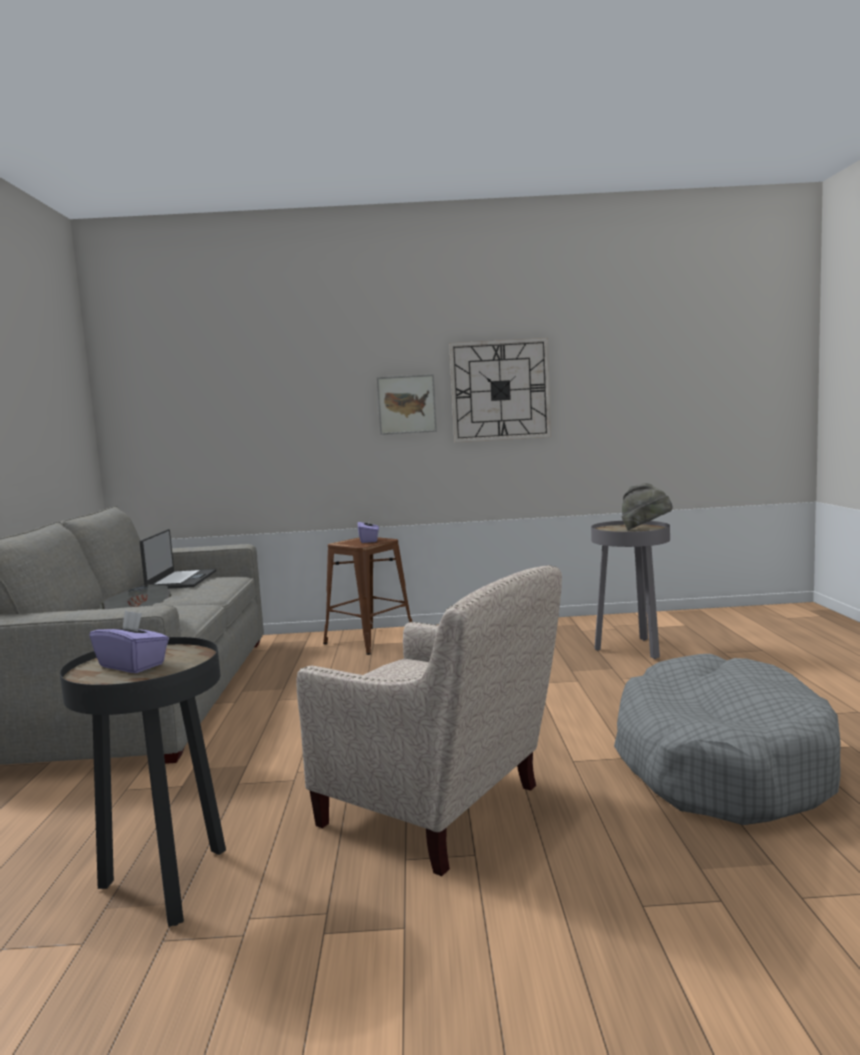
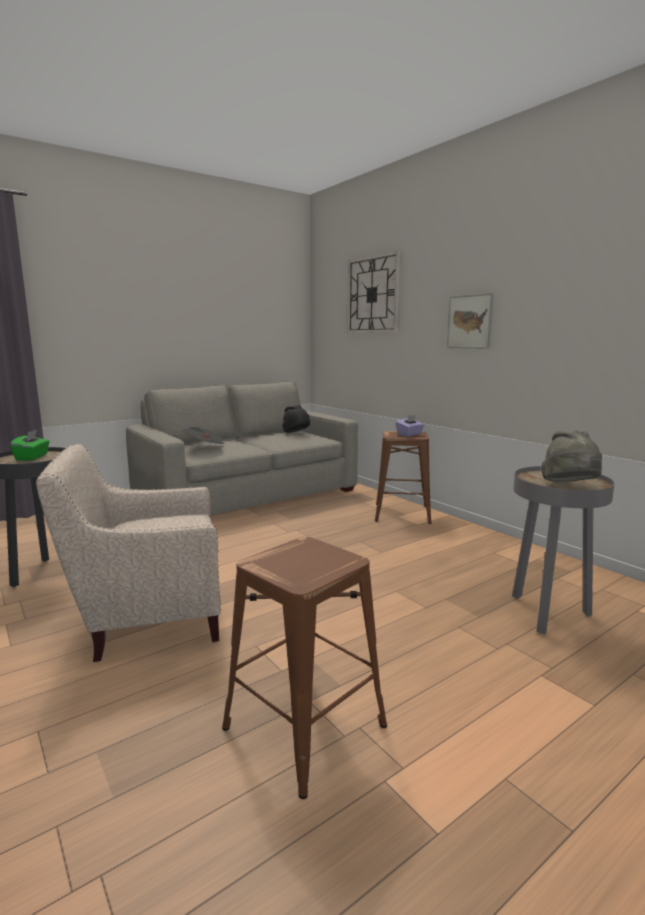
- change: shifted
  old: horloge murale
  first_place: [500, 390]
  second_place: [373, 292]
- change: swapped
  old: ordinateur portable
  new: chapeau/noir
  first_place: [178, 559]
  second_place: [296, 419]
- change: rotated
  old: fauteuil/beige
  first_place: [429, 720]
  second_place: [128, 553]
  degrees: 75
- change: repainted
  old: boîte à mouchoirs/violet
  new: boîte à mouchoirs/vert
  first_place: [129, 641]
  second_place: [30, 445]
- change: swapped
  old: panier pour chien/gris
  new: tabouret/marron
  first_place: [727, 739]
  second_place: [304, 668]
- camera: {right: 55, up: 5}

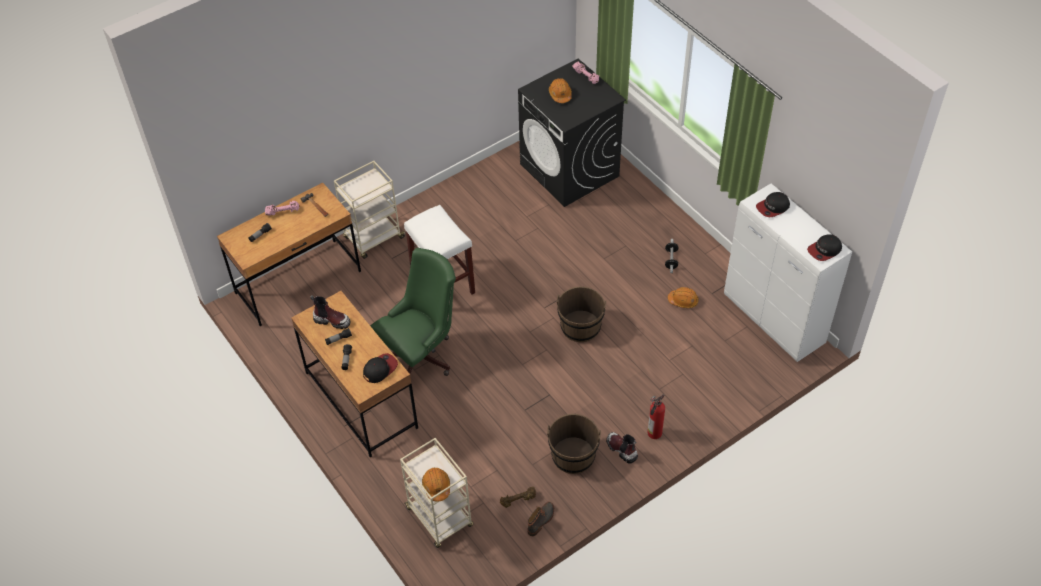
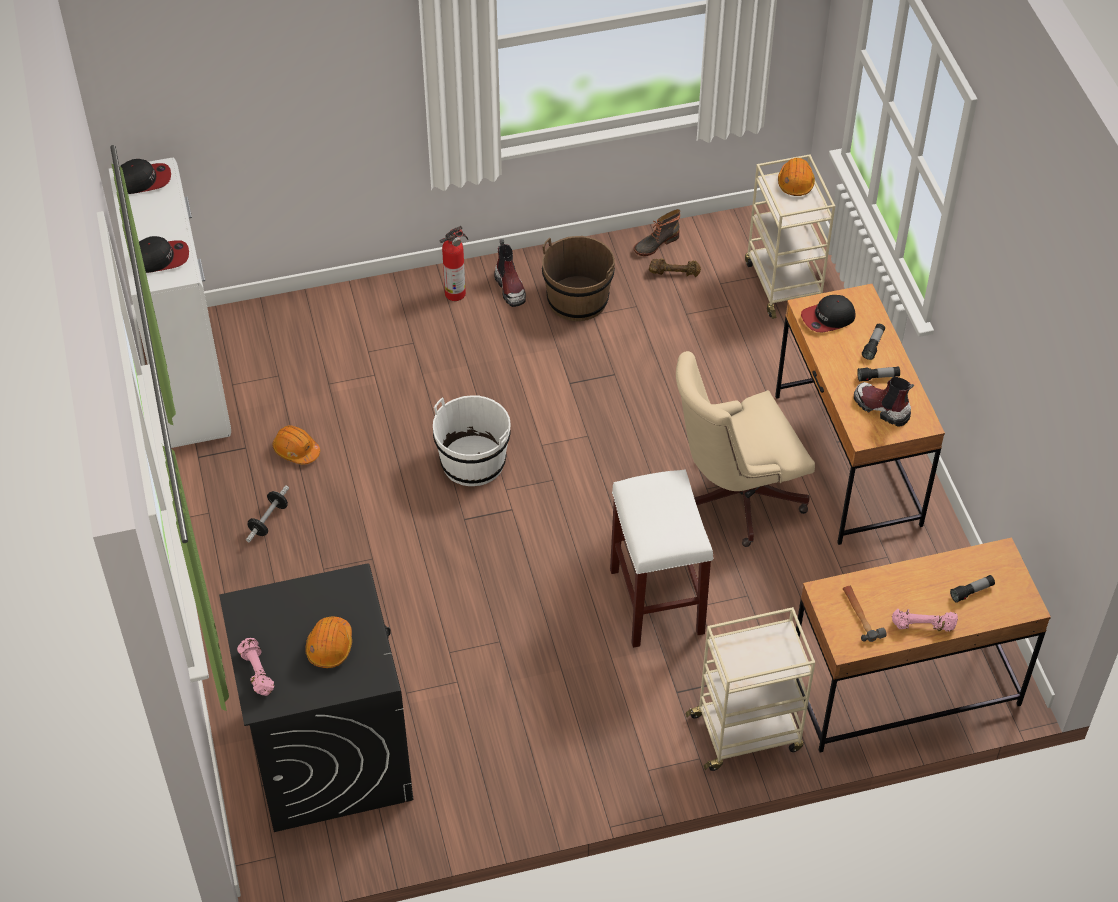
- change: repainted
  old: chaise de bureau/vert
  new: chaise de bureau/beige
  first_place: [413, 318]
  second_place: [745, 449]
- change: repainted
  old: seau/marron
  new: seau/blanc
  first_place: [581, 314]
  second_place: [472, 441]
- camera: {right: -160, up: 0}

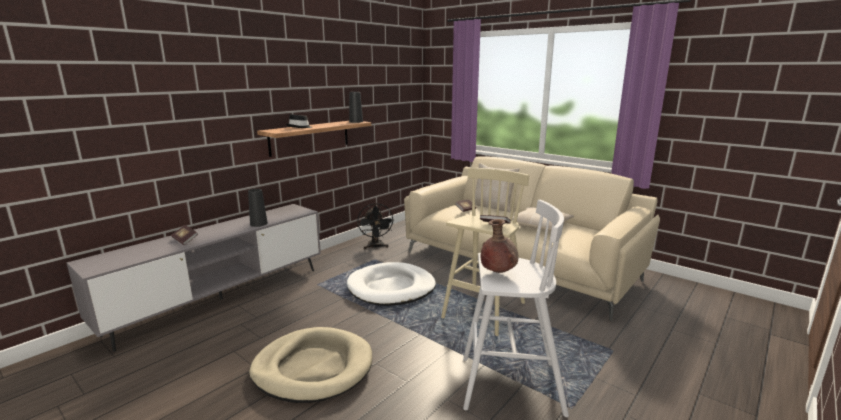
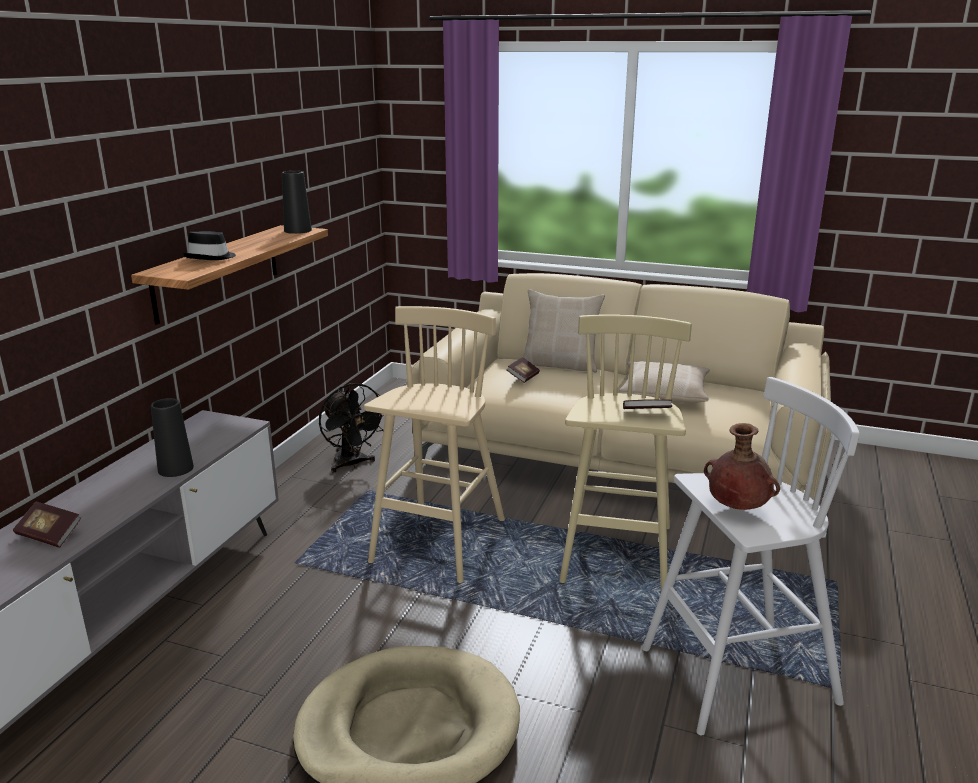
- change: swapped
  old: panier pour chien/blanc
  new: tabouret/beige
  first_place: [391, 284]
  second_place: [434, 444]
- camera: {right: -20, up: 5}

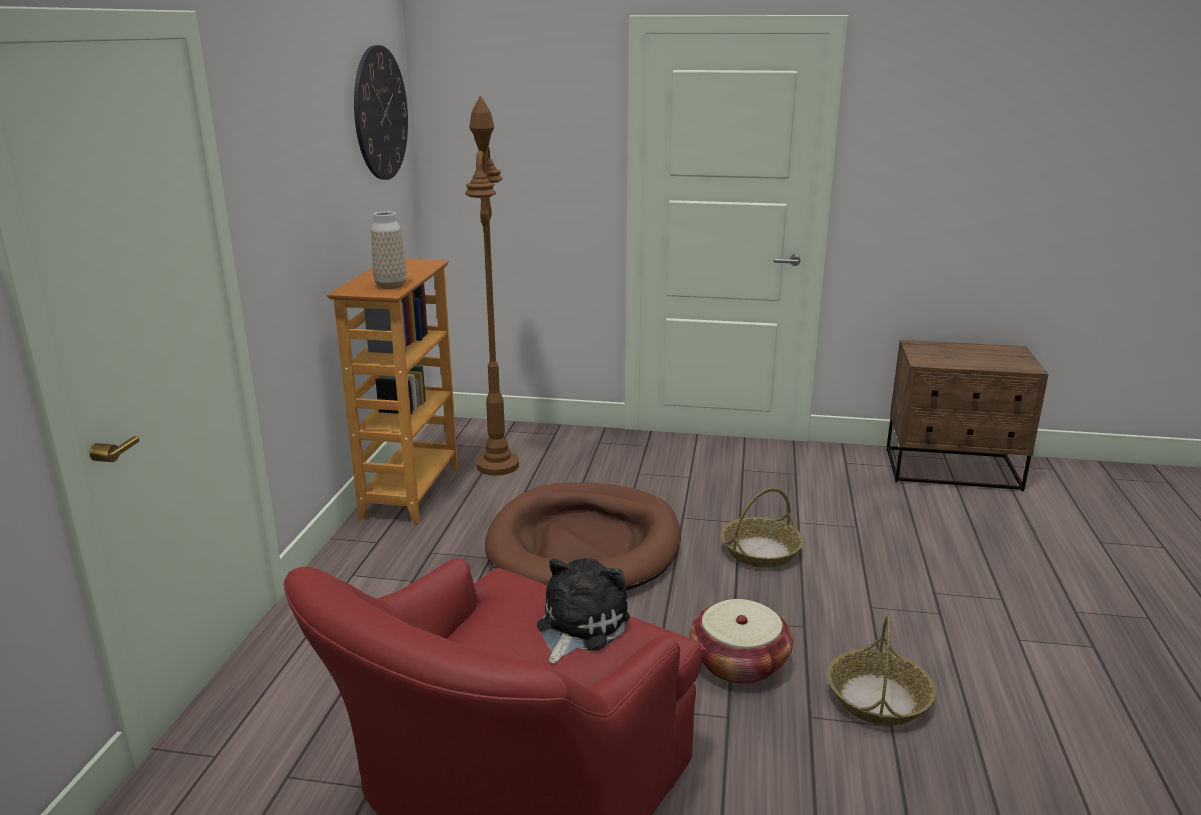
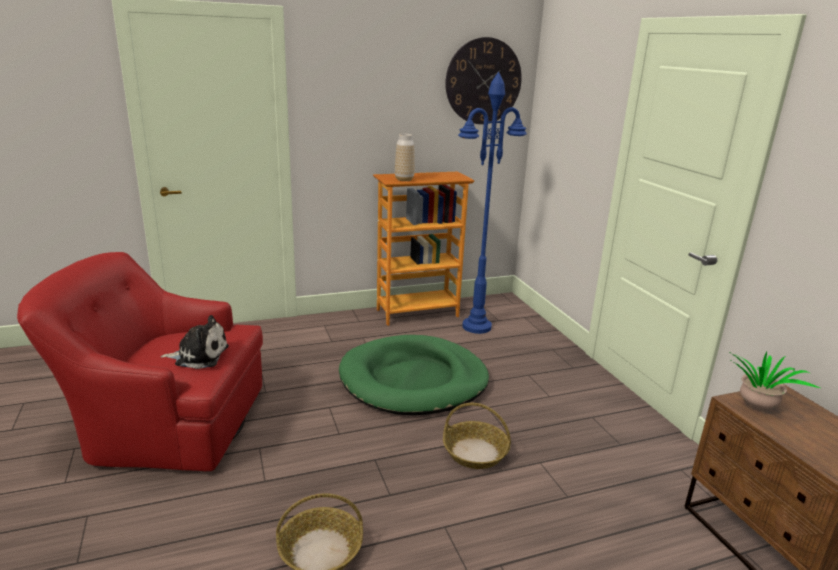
- change: repainted
  old: lampadaire/marron
  new: lampadaire/bleu
  first_place: [492, 285]
  second_place: [492, 203]
- change: repainted
  old: panier pour chien/marron
  new: panier pour chien/vert
  first_place: [583, 537]
  second_place: [414, 375]
- change: gone
  old: panier
  first_place: [741, 641]
- change: new
  new: plante en pot
  second_place: [775, 380]
- camera: {right: 60, up: 0}

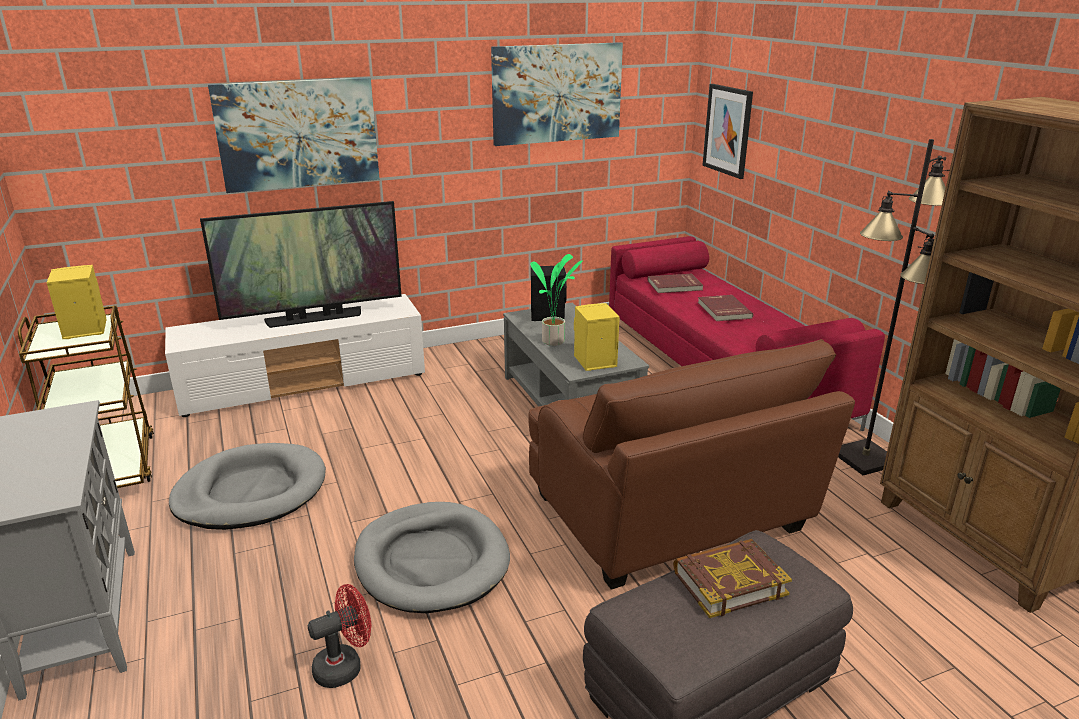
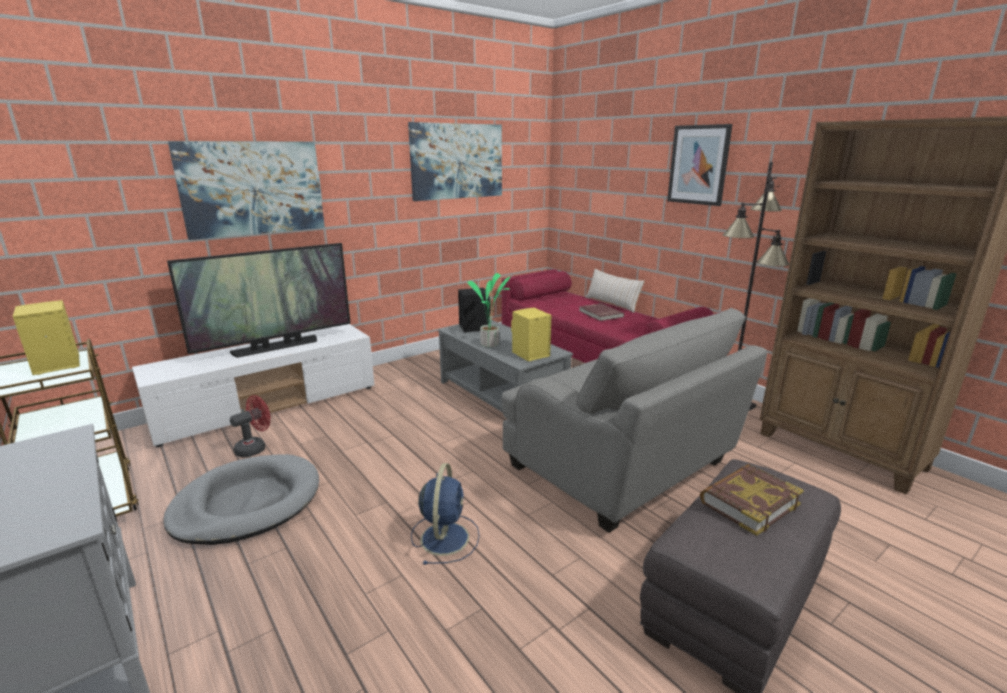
- change: shifted
  old: tableau
  first_place: [727, 131]
  second_place: [700, 165]
- change: gone
  old: livre/rouge
  first_place: [675, 283]
- change: repainted
  old: fauteuil/marron
  new: fauteuil/gris
  first_place: [691, 464]
  second_place: [634, 420]
- change: swapped
  old: panier pour chien/gris
  new: ventilateur/bleu
  first_place: [432, 557]
  second_place: [445, 514]
- change: shifted
  old: ventilateur/rouge
  first_place: [339, 636]
  second_place: [250, 426]
- change: new
  new: coussin/beige
  second_place: [615, 291]
- camera: {right: -15, up: -5}

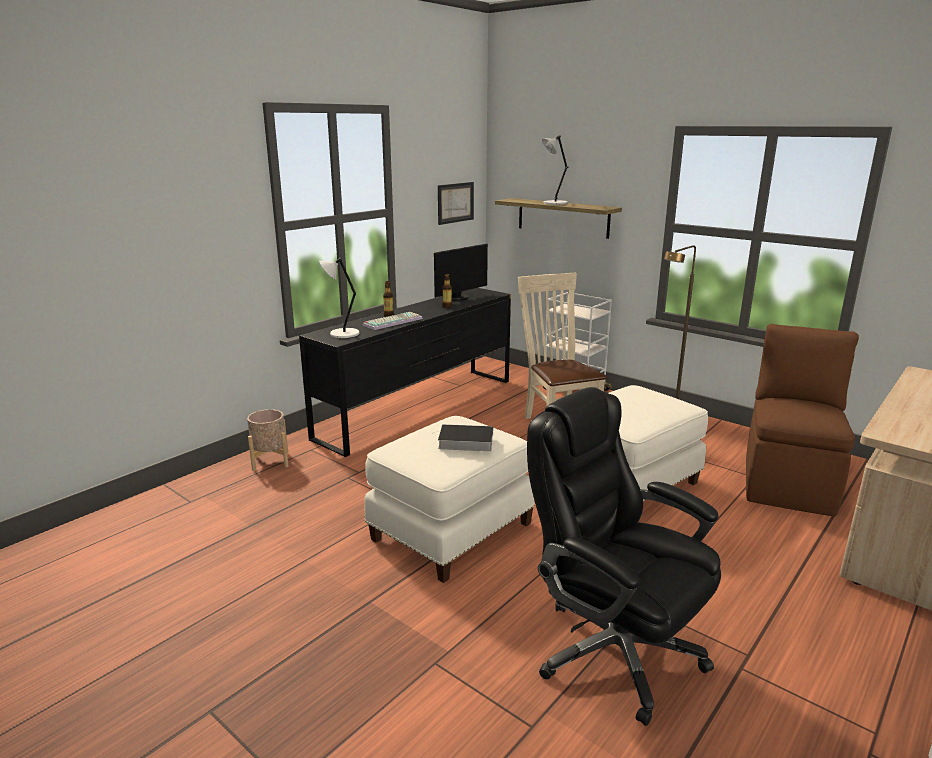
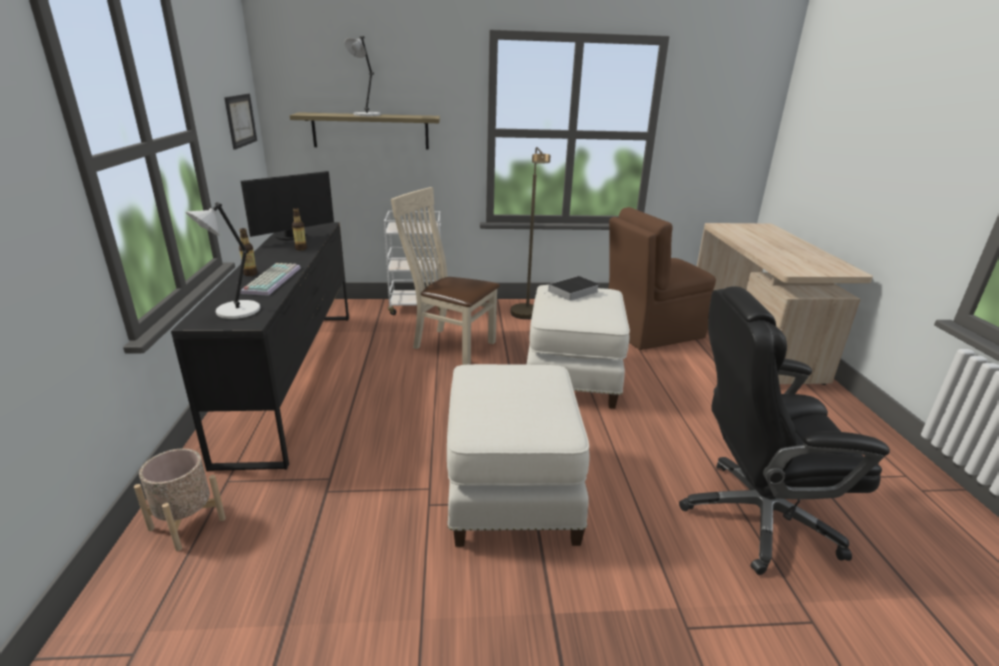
- change: rotated
  old: écran d'ordinateur
  first_place: [461, 272]
  second_place: [287, 205]
  degrees: 45
- change: rotated
  old: chaise/marron
  first_place: [802, 420]
  second_place: [662, 278]
  degrees: -90
- change: shifted
  old: livre
  first_place: [462, 437]
  second_place: [573, 288]
- camera: {right: -45, up: 5}

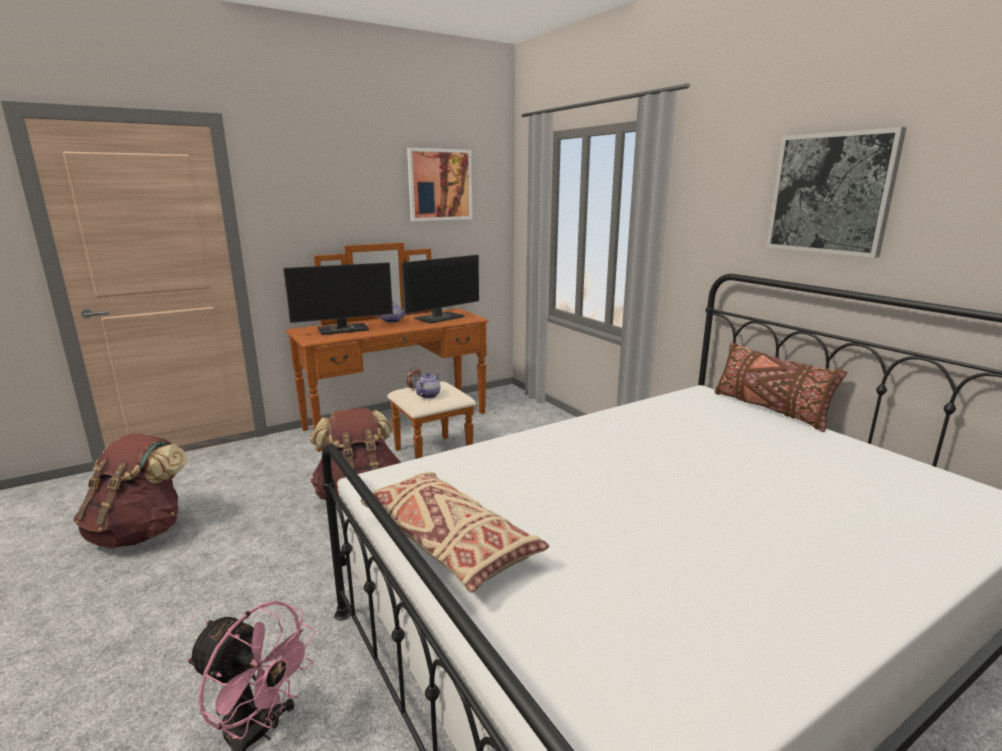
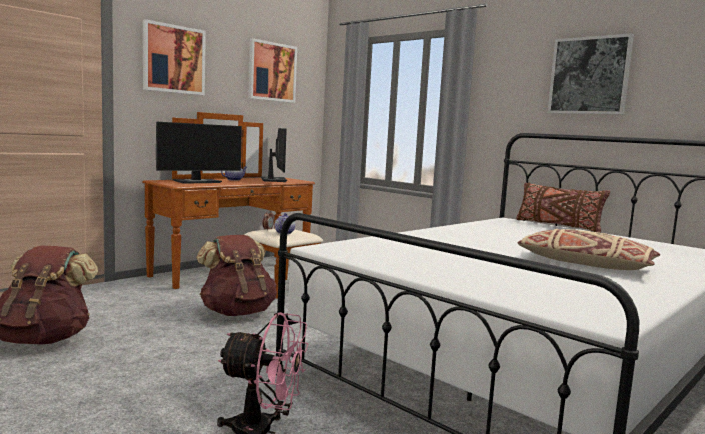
- change: rotated
  old: écran d'ordinateur
  first_place: [440, 289]
  second_place: [274, 155]
  degrees: -45
- change: shifted
  old: coussin/beige
  first_place: [455, 532]
  second_place: [588, 249]
- change: new
  new: tableau
  second_place: [174, 57]
- camera: {right: -15, up: -10}

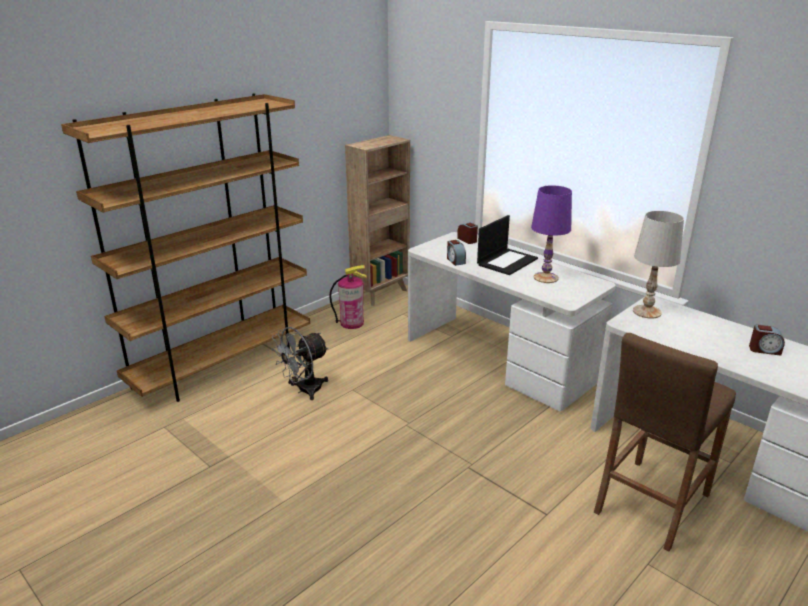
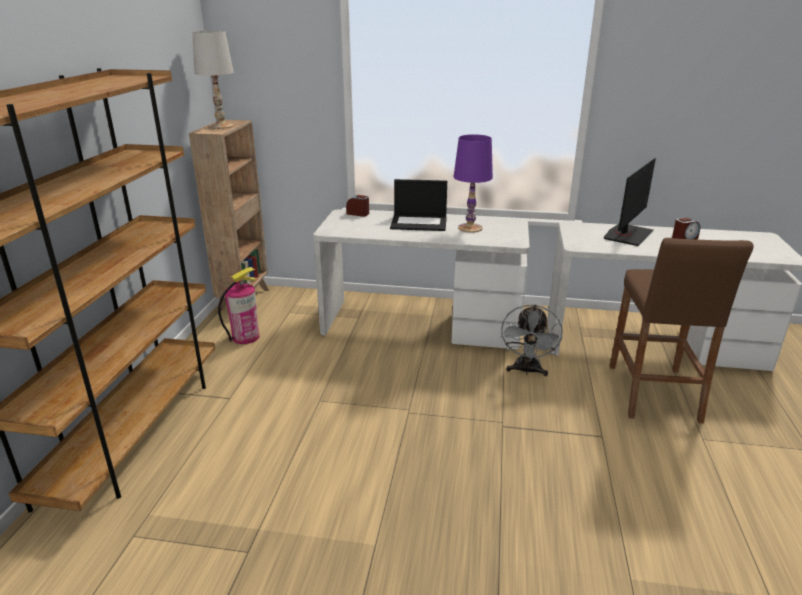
- change: shifted
  old: lampe de table/blanc
  first_place: [658, 265]
  second_place: [213, 80]
- change: rotated
  old: ordinateur portable
  first_place: [507, 245]
  second_place: [418, 205]
  degrees: 90
- change: gone
  old: réveil
  first_place: [456, 253]
- change: shifted
  old: ventilateur/gris
  first_place: [299, 363]
  second_place: [531, 340]
- change: new
  new: écran d'ordinateur
  second_place: [629, 202]
- camera: {right: -35, up: 0}

